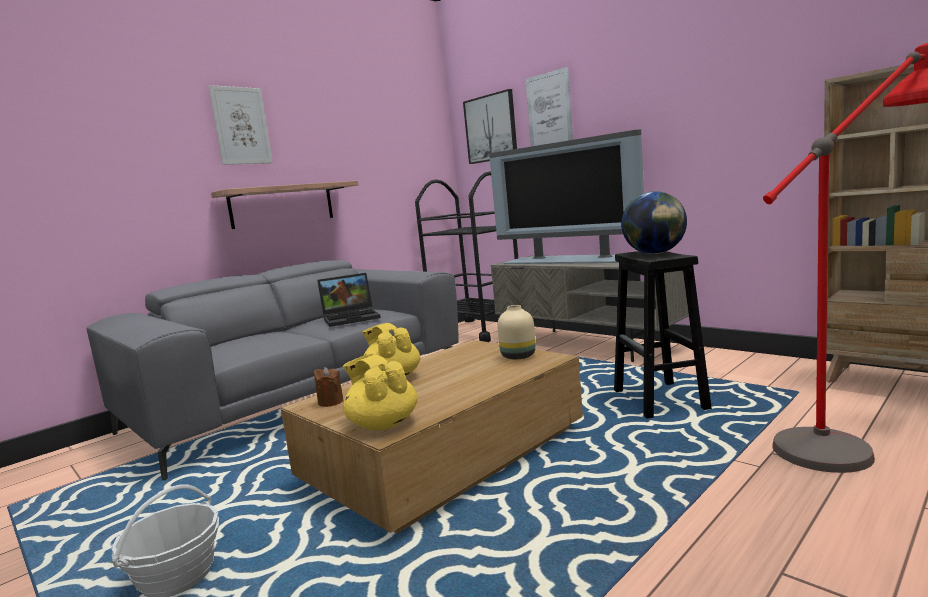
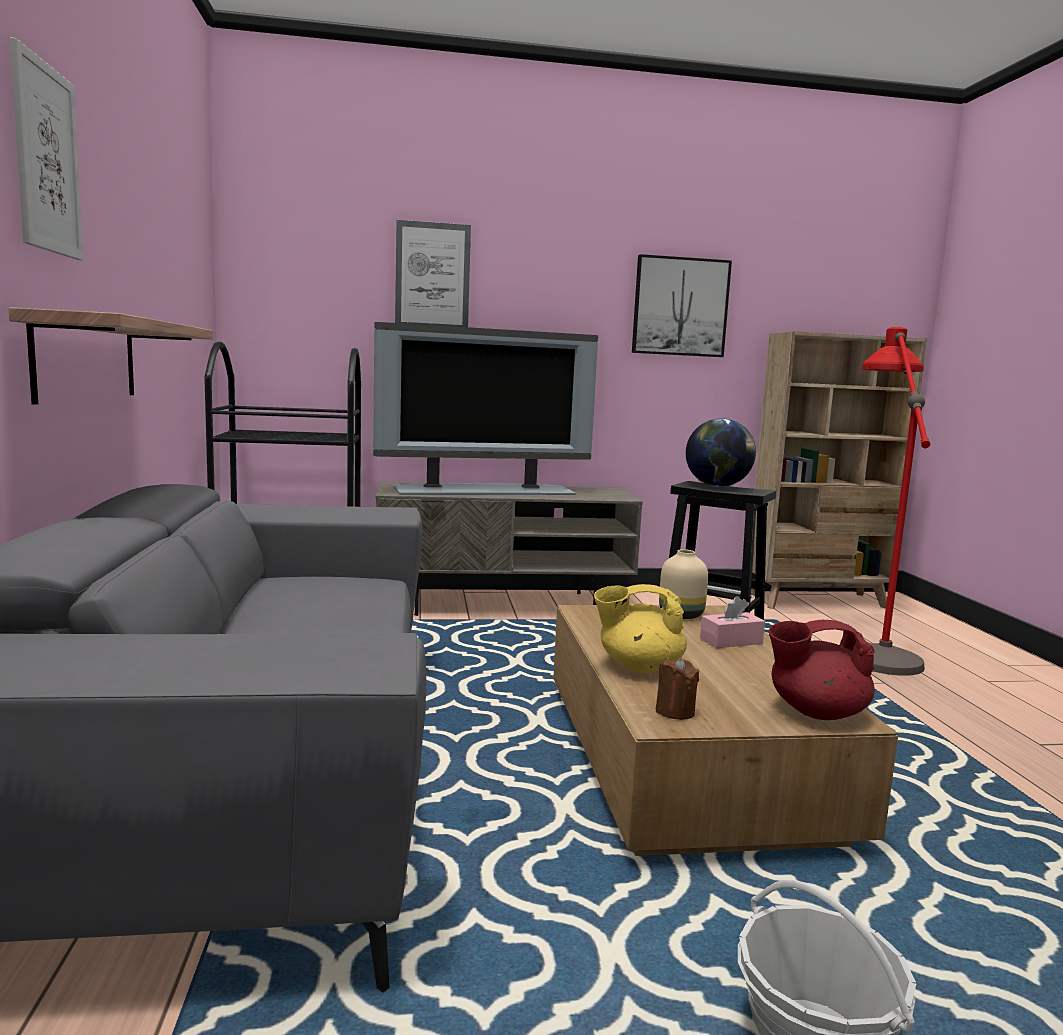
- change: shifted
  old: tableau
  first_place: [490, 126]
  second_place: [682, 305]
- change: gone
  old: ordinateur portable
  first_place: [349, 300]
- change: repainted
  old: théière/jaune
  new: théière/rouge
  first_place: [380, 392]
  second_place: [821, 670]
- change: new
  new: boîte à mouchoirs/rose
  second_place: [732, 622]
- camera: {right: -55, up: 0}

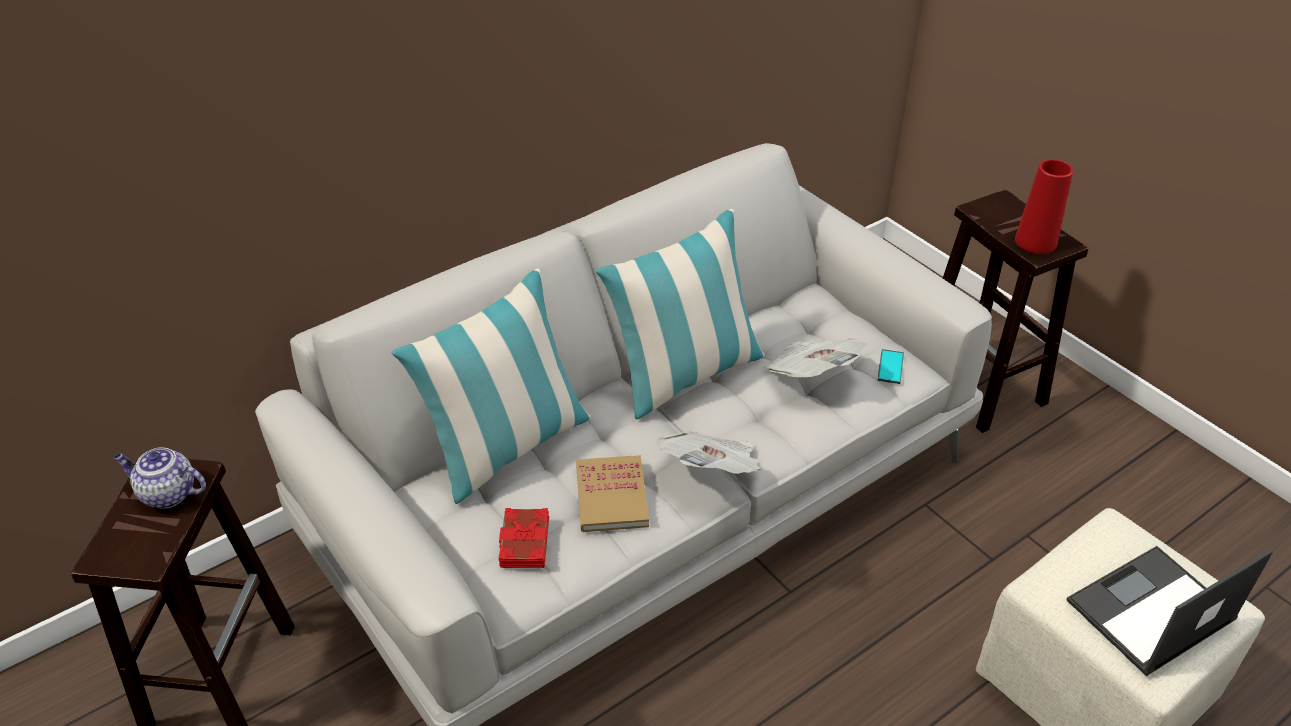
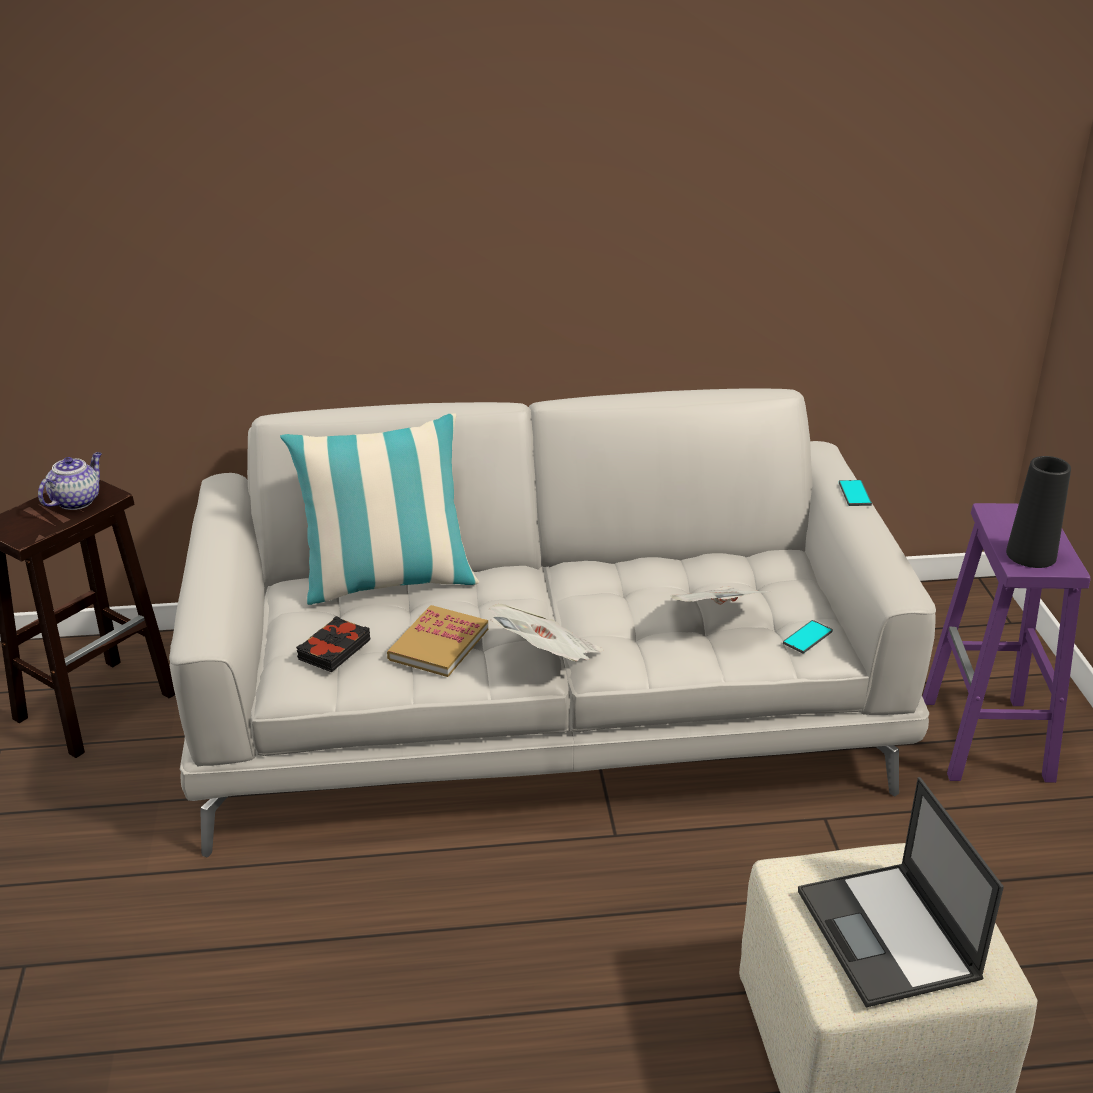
- change: repainted
  old: vase/rouge
  new: vase/noir
  first_place: [1044, 206]
  second_place: [1038, 512]
- change: repainted
  old: tabouret/marron
  new: tabouret/violet
  first_place: [1015, 311]
  second_place: [1006, 643]
- change: gone
  old: coussin
  first_place: [680, 314]
- change: rotated
  old: théière
  first_place: [159, 477]
  second_place: [70, 481]
  degrees: 75
- change: repainted
  old: livre/rouge
  new: livre/noir
  first_place: [524, 538]
  second_place: [333, 644]
- change: rotated
  old: ordinateur portable
  first_place: [1170, 611]
  second_place: [901, 892]
  degrees: -105
- change: new
  new: téléphone
  second_place: [855, 493]
- camera: {right: 30, up: -10}

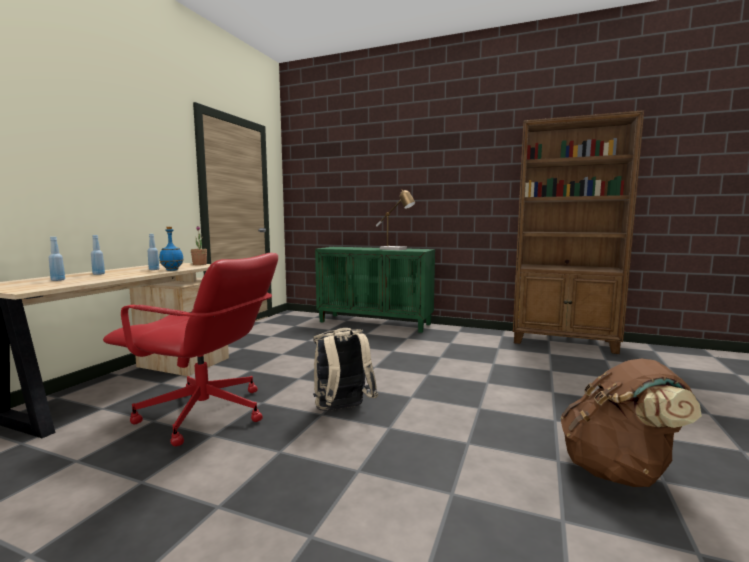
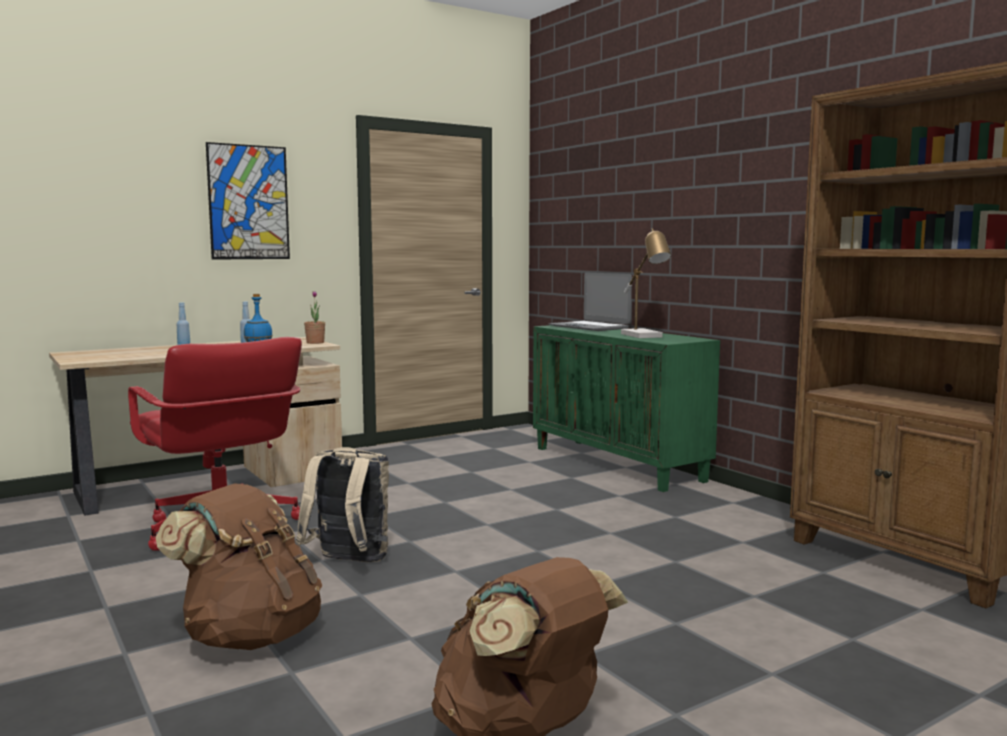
- change: gone
  old: bouteille/bleu
  first_place: [57, 259]
- change: new
  new: tableau
  second_place: [248, 201]
- change: new
  new: ordinateur portable
  second_place: [590, 302]
- change: new
  new: sac à dos/marron
  second_place: [239, 566]
- camera: {right: 35, up: 0}

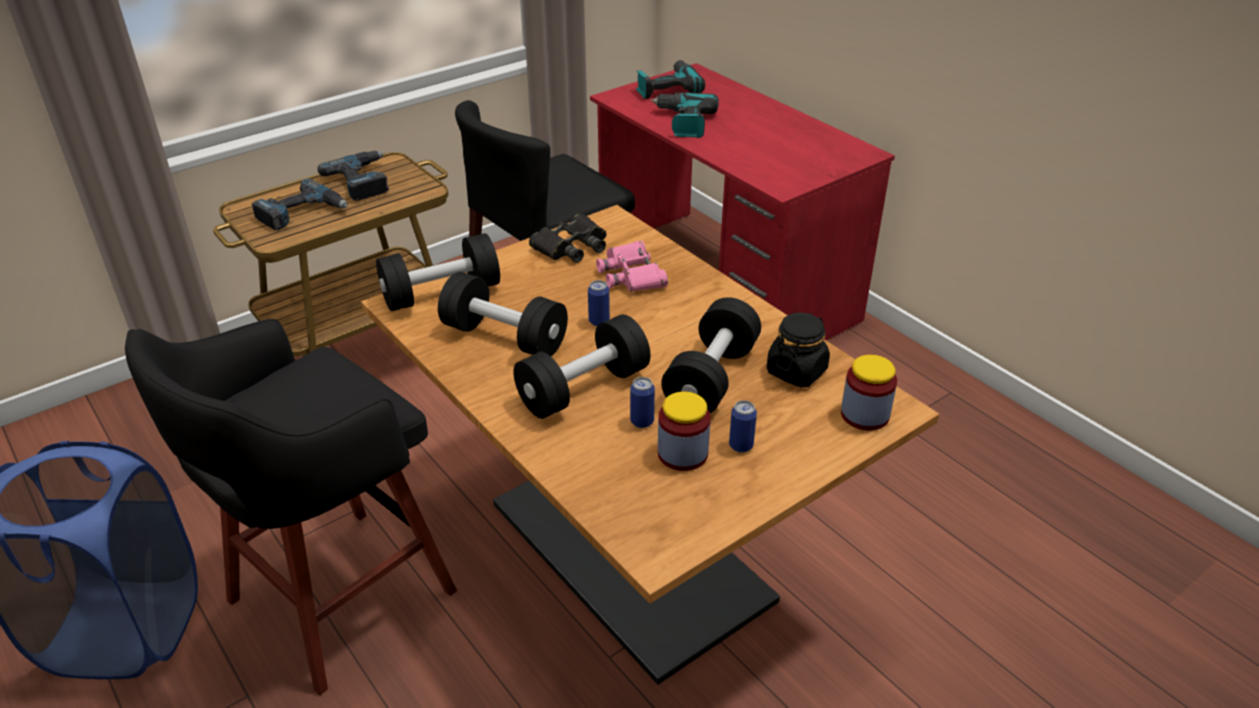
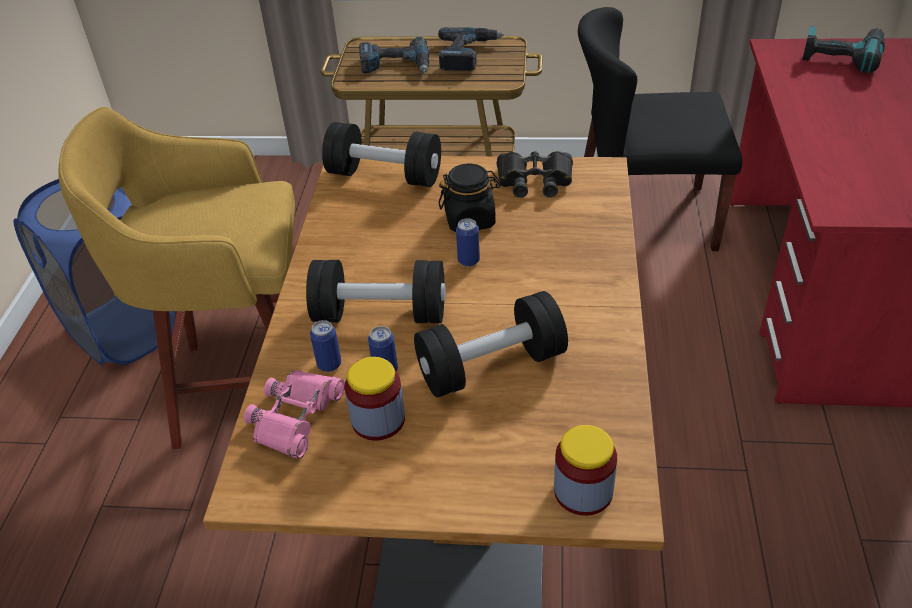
- change: gone
  old: perceuse
  first_place: [684, 115]
- change: shifted
  old: jumelles/rose
  first_place: [632, 266]
  second_place: [294, 414]
- change: gone
  old: haltère/noir
  first_place: [503, 314]
- change: shifted
  old: bocal/noir
  first_place: [798, 350]
  second_place: [470, 197]
- change: repainted
  old: tabouret/noir
  new: tabouret/jaune
  first_place: [291, 507]
  second_place: [176, 278]
- change: shifted
  old: boîte métallique
  first_place: [743, 426]
  second_place: [325, 346]
- camera: {right: 45, up: 5}

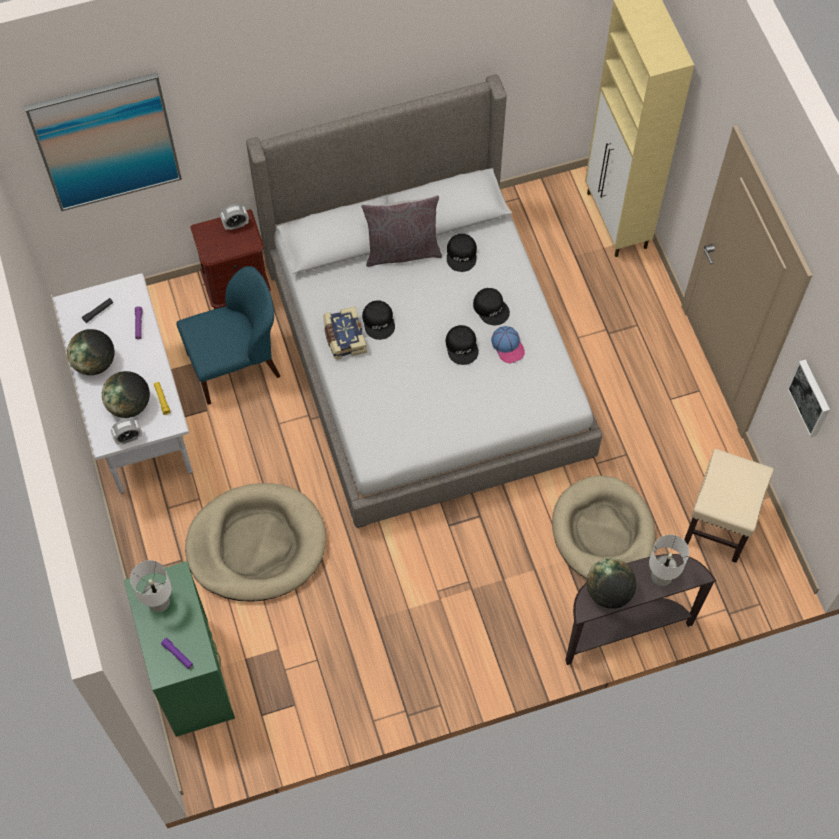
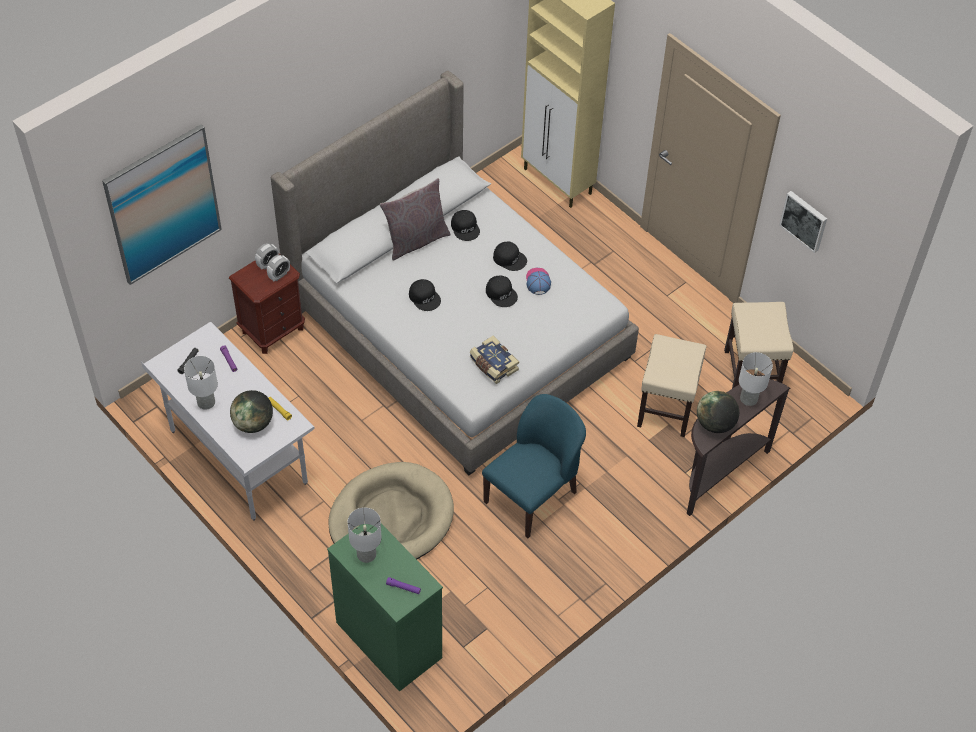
- change: shifted
  old: chaise/bleu
  first_place: [228, 335]
  second_place: [534, 466]
- change: shifted
  old: livre
  first_place: [345, 333]
  second_place: [494, 360]
- change: rotated
  old: casquette
  first_place: [508, 345]
  second_place: [538, 281]
  degrees: -135
- change: swapped
  old: globe
  new: lampe de table/blanc
  first_place: [90, 352]
  second_place: [201, 383]
- change: shifted
  old: réveil
  first_place: [126, 431]
  second_place: [278, 268]
- change: swapped
  old: panier pour chien/beige
  new: tabouret/beige
  first_place: [603, 527]
  second_place: [671, 385]
- camera: {right: -25, up: -10}

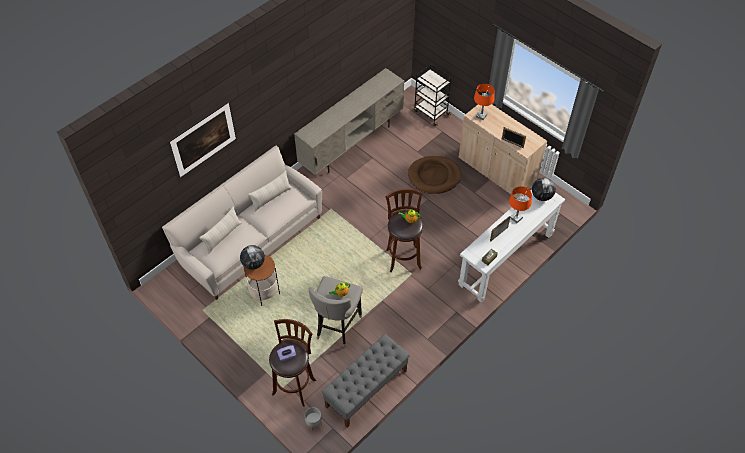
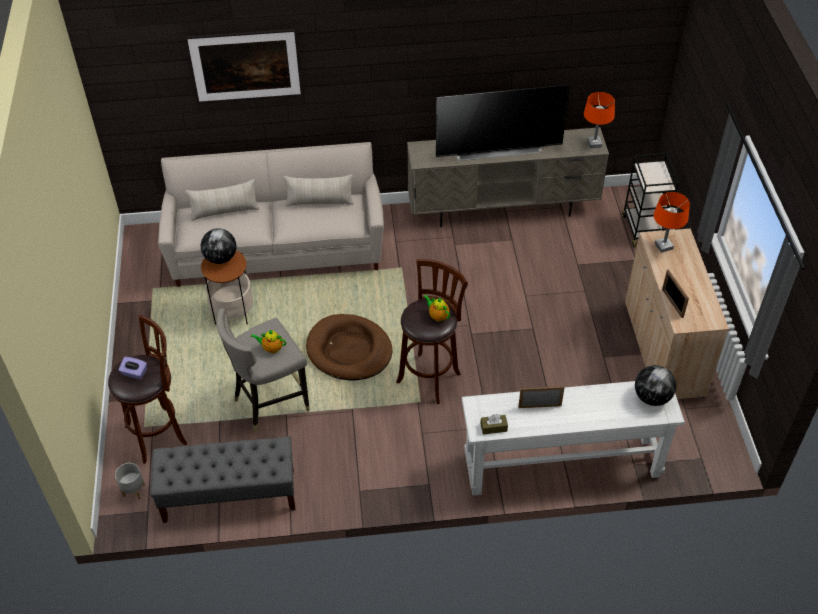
- change: shifted
  old: panier pour chien/marron
  first_place: [434, 174]
  second_place: [349, 347]
- change: shifted
  old: lampe de table/orange
  first_place: [520, 204]
  second_place: [599, 120]
- change: new
  new: téléviseur
  second_place: [503, 122]
- camera: {right: 40, up: -5}

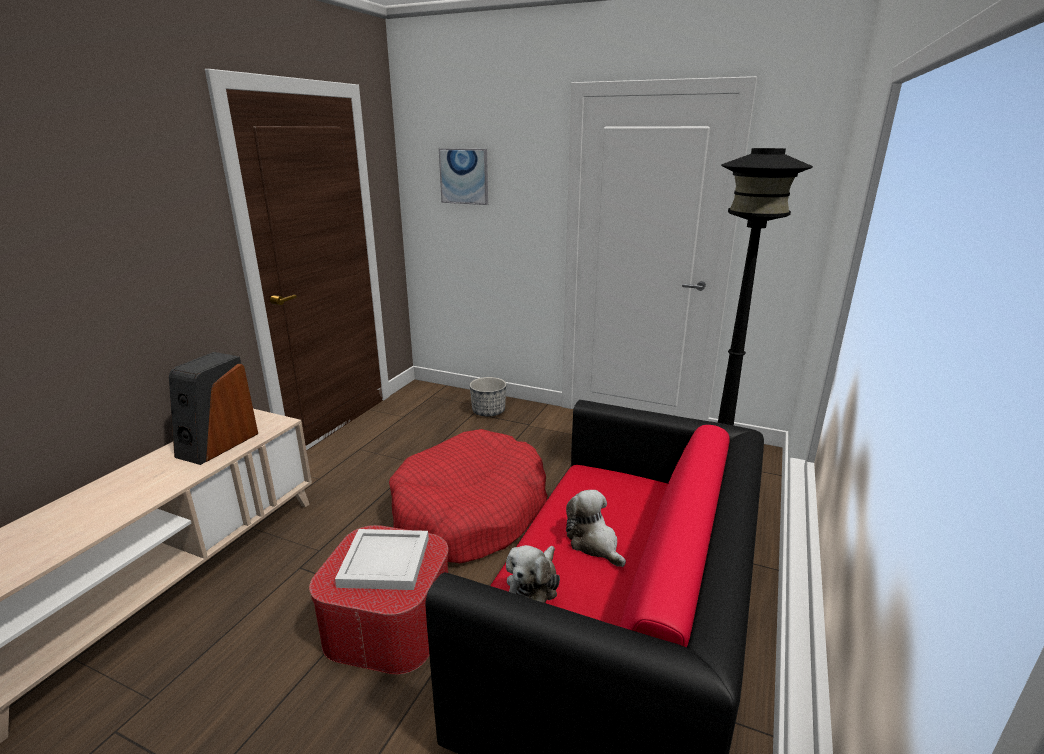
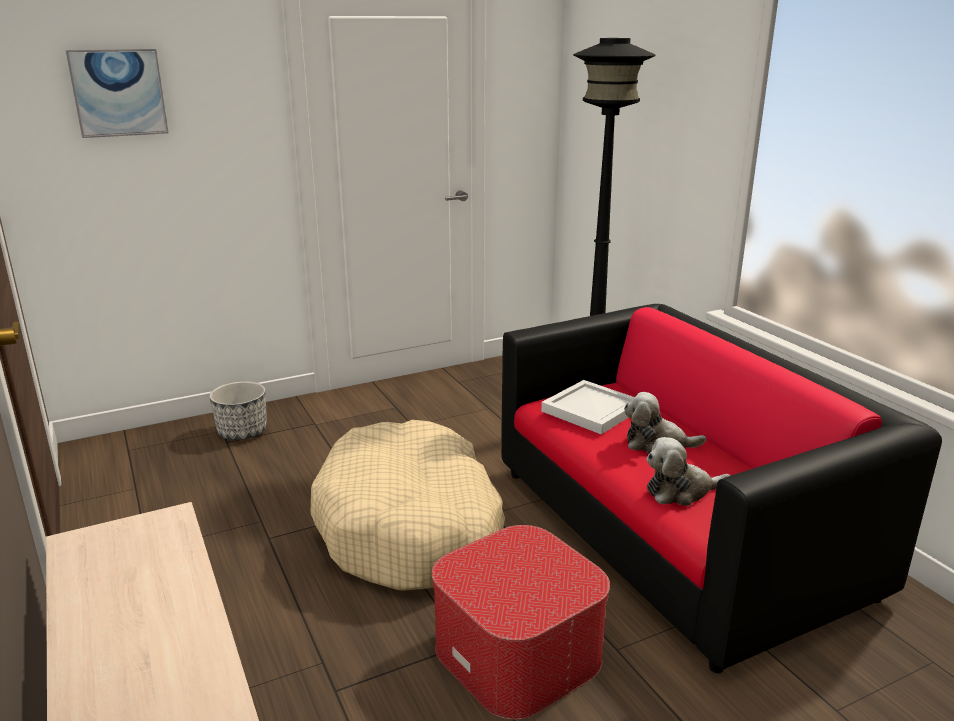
- change: gone
  old: enceinte
  first_place: [213, 408]
- change: repainted
  old: panier pour chien/rouge
  new: panier pour chien/beige
  first_place: [468, 496]
  second_place: [408, 505]
- change: shifted
  old: plateau/blanc
  first_place: [382, 559]
  second_place: [588, 407]
- change: rotated
  old: peluche
  first_place: [533, 574]
  second_place: [688, 471]
  degrees: 105
- camera: {right: -50, up: 0}

